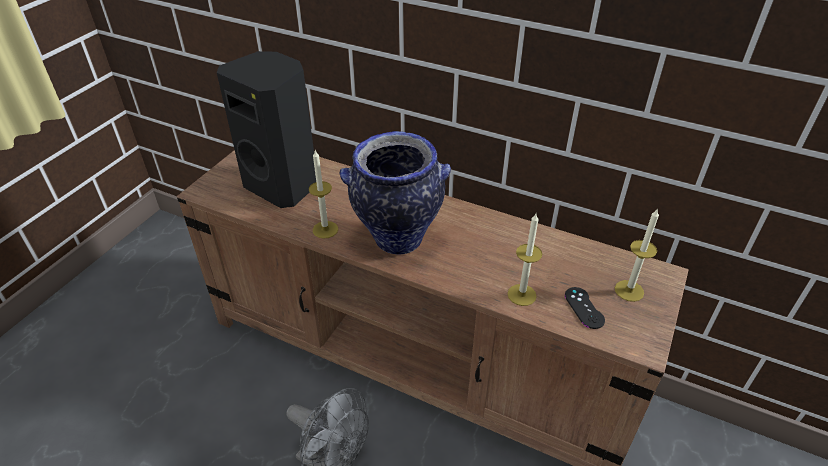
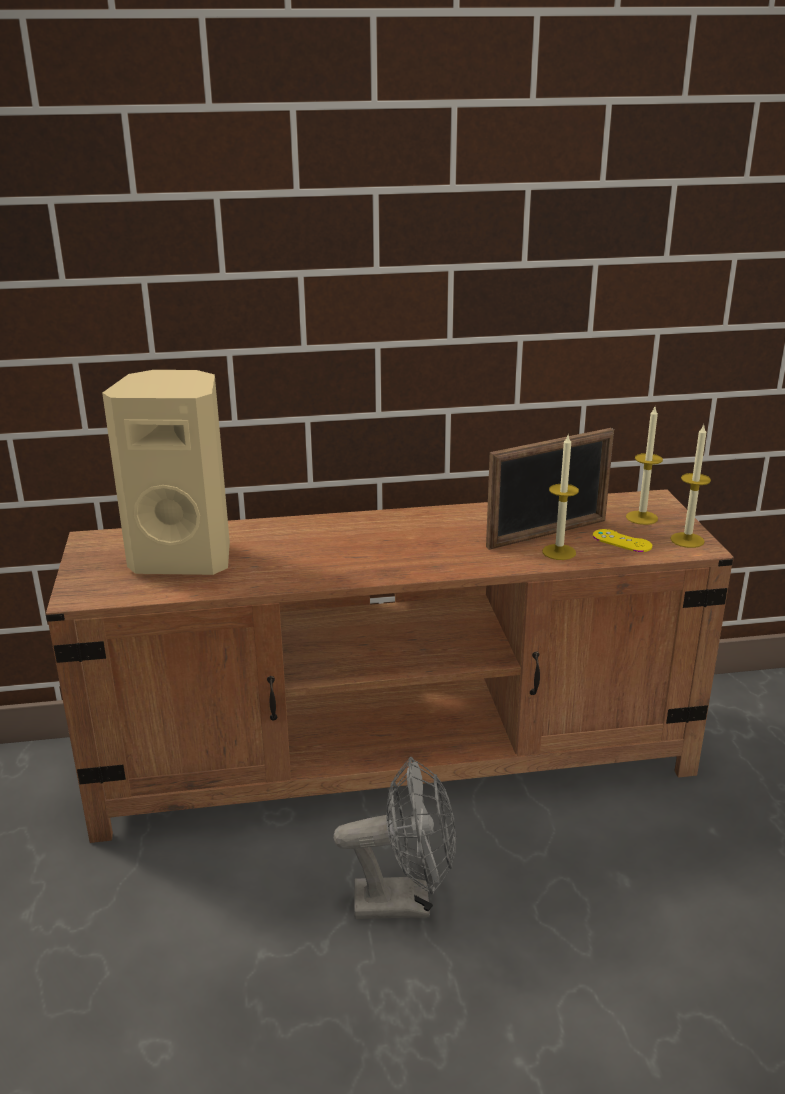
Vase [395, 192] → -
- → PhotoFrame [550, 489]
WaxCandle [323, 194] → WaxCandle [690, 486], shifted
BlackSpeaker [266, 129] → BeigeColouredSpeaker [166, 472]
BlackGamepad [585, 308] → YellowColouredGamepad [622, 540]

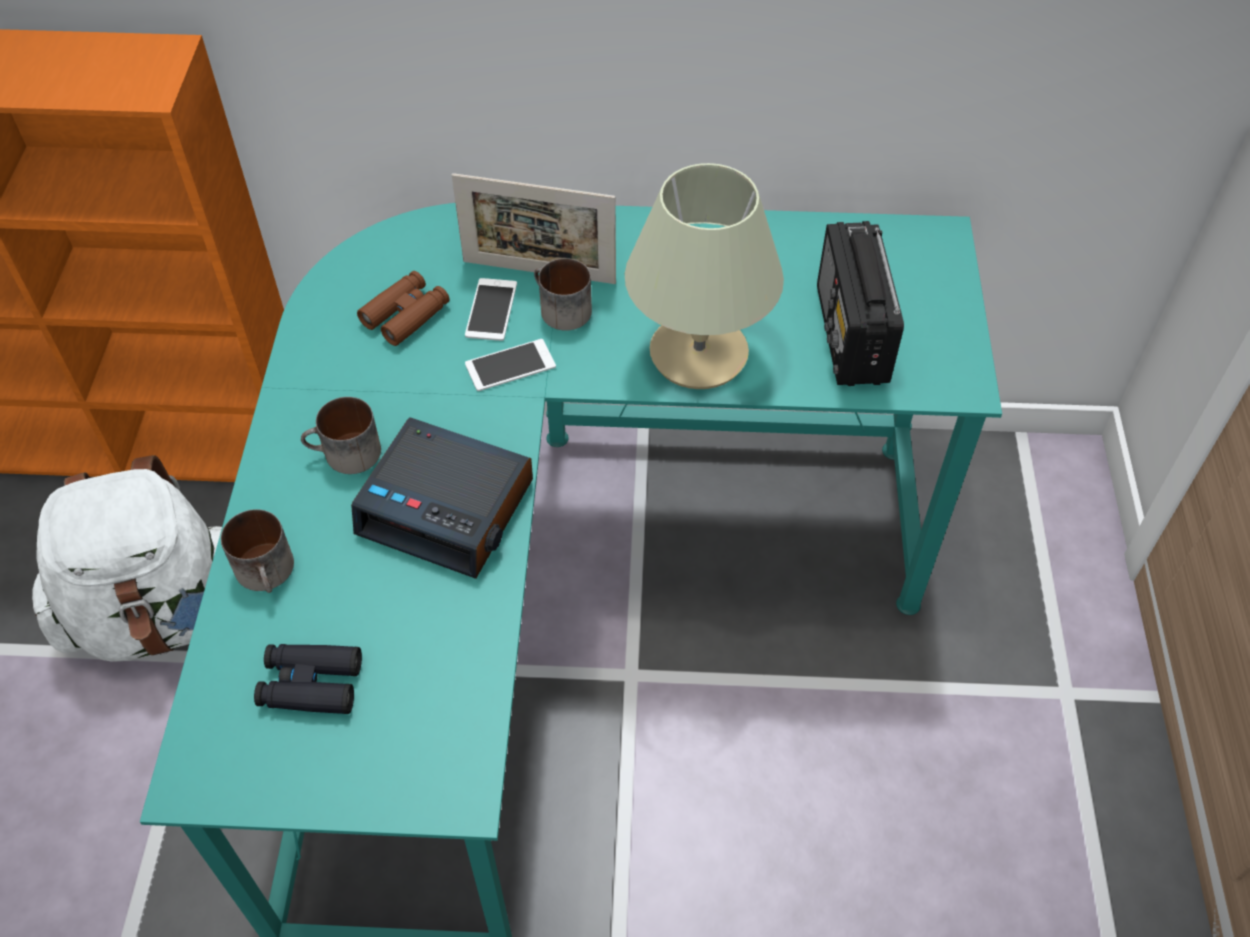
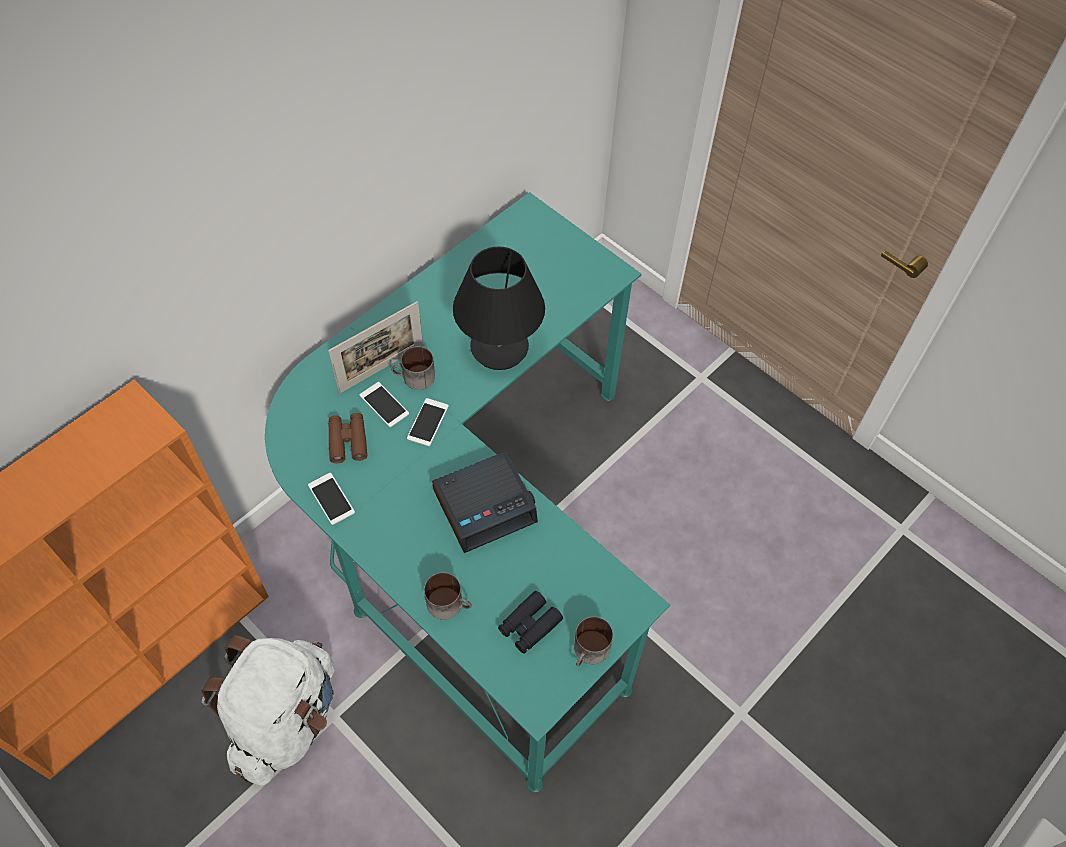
RadioSet [860, 303] → -
- → Telephone [331, 499]
Mug [341, 435] → Mug [593, 641], shifted
BeigeColouredTableLamp [704, 276] → BlackTableLamp [499, 308]

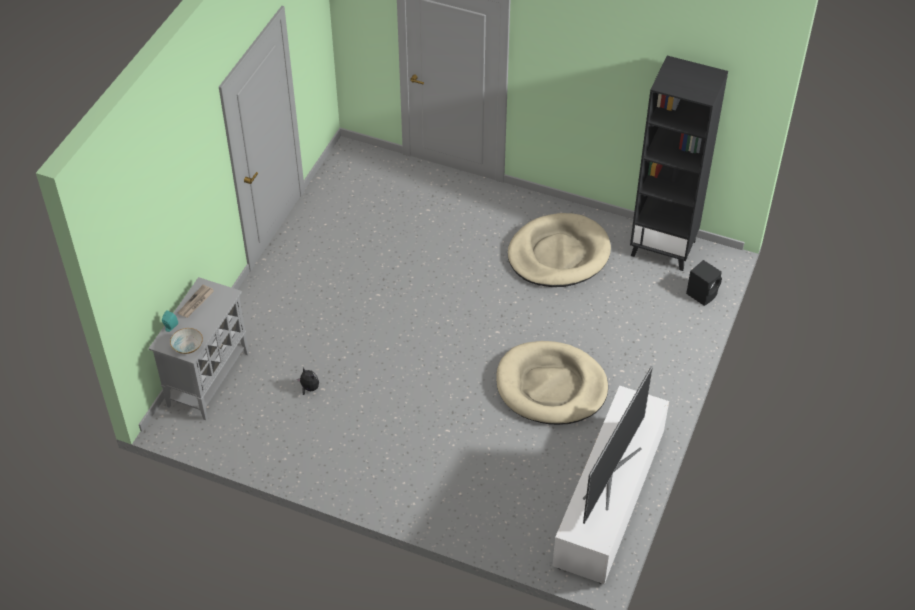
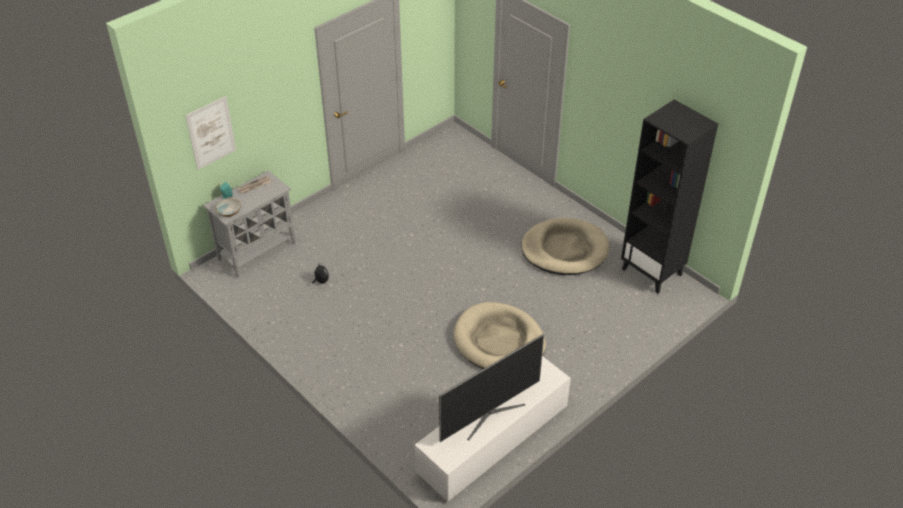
BlackSpeaker [704, 283] → -
- → WallArt [210, 133]

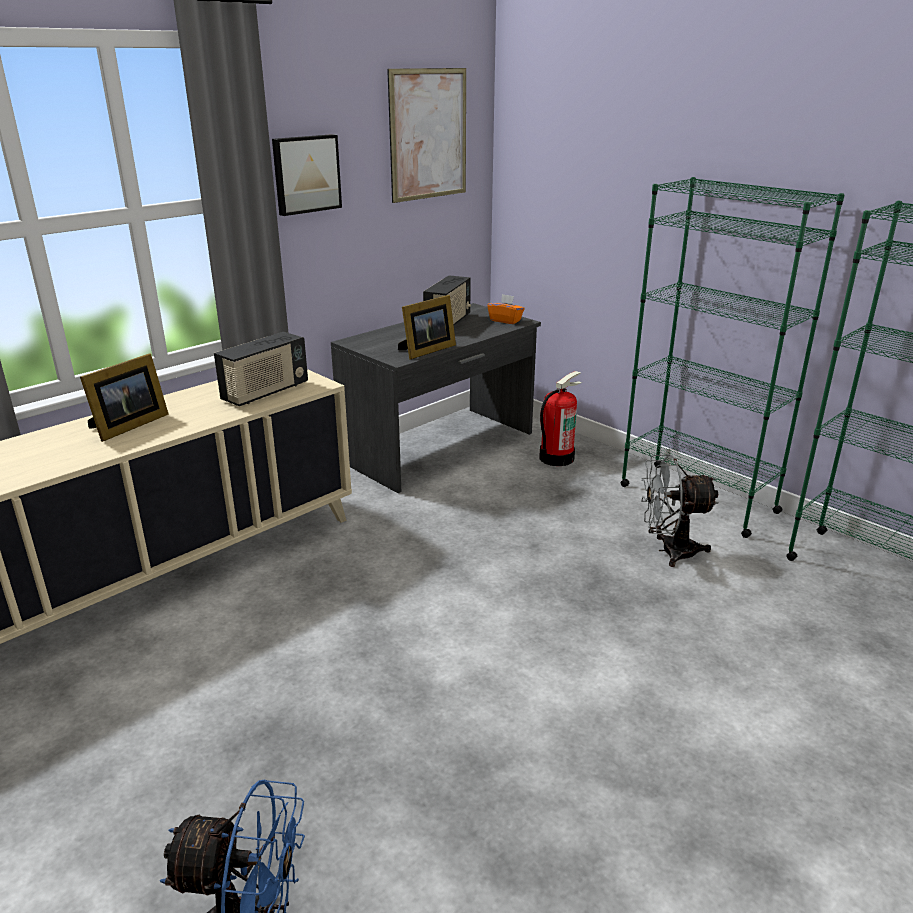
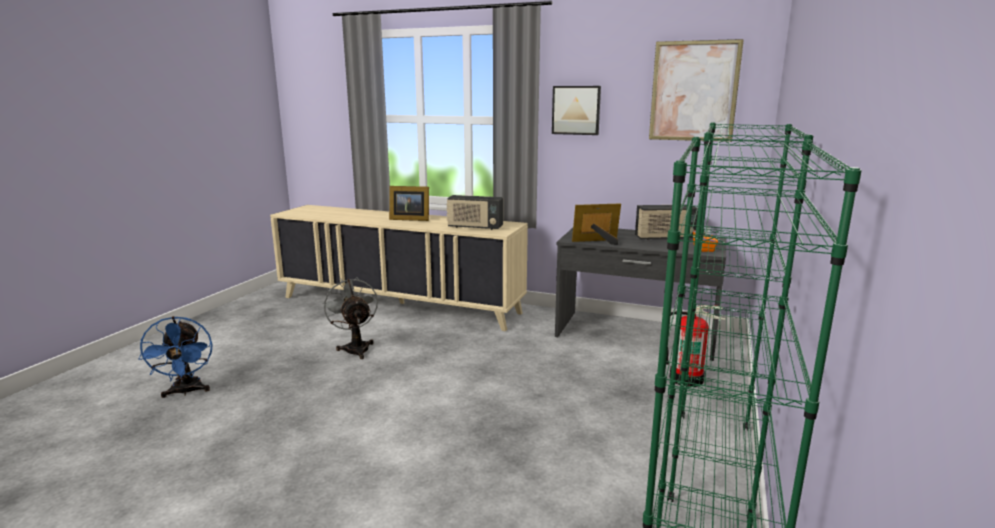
GrayFan [680, 511] → GrayFan [350, 318], shifted
PhotoFrame [427, 327] → PhotoFrame [596, 224], 150 degrees clockwise

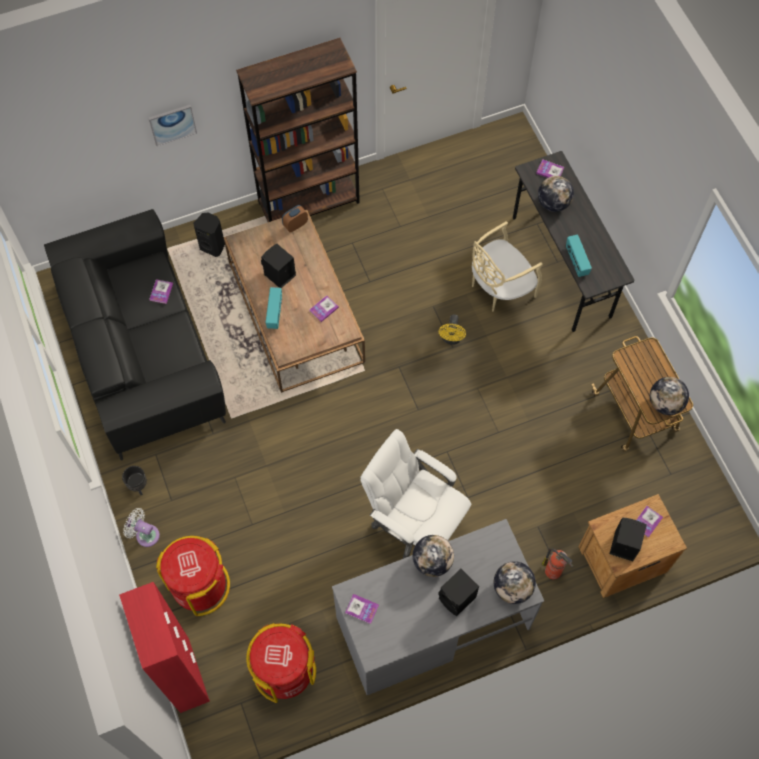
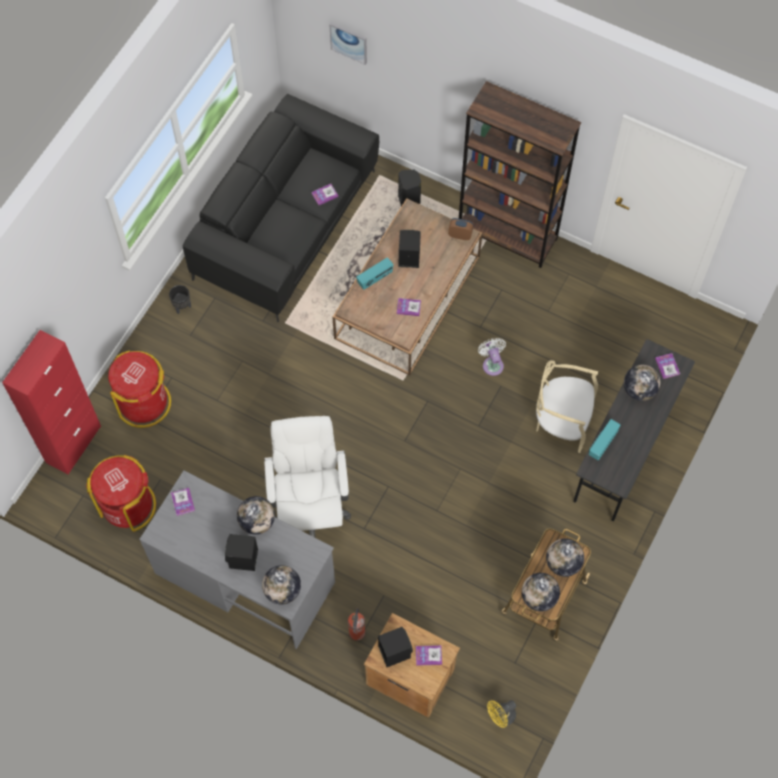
- → DeskGlobe [565, 557]
WhiteColouredFan [141, 527] → WhiteColouredFan [492, 357], shifted
WallArt [173, 125] → WallArt [348, 44], shifted
YellowColouredFan [452, 330] → YellowColouredFan [501, 714], shifted

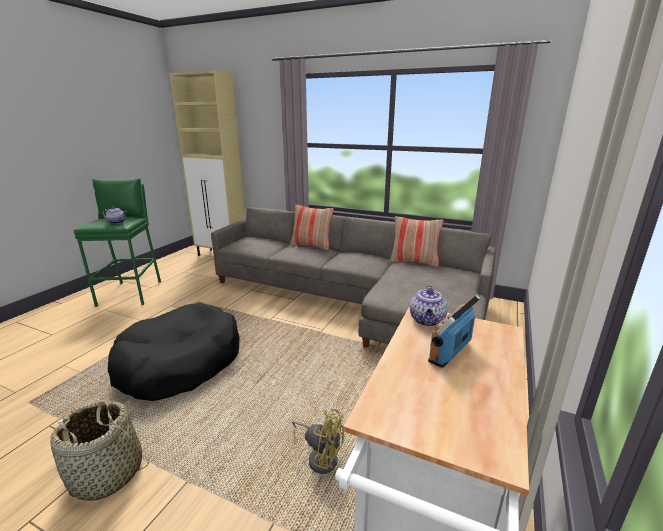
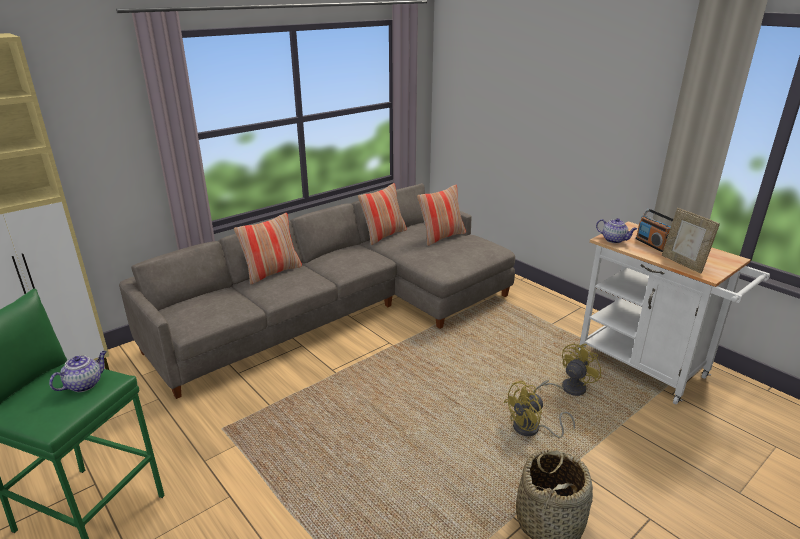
BlackPetBed [174, 352] → -
- → Cushion [441, 215]
- → YellowColouredFan [539, 409]
- → PhotoFrame [691, 240]

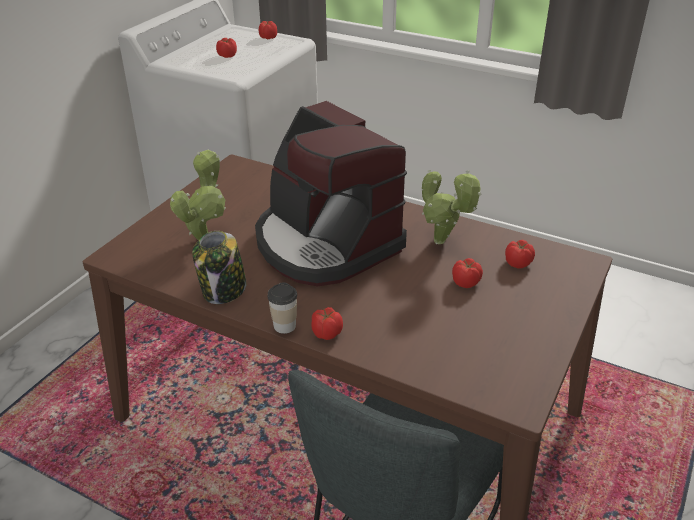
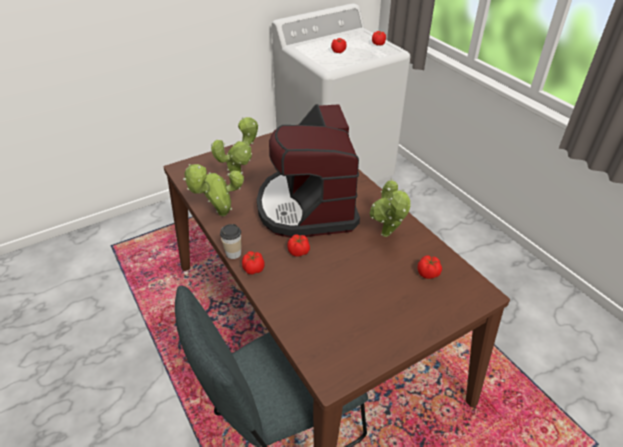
FreshTomato [467, 273] → FreshTomato [298, 245], shifted
Jar [219, 267] → PottedPlant [213, 190]

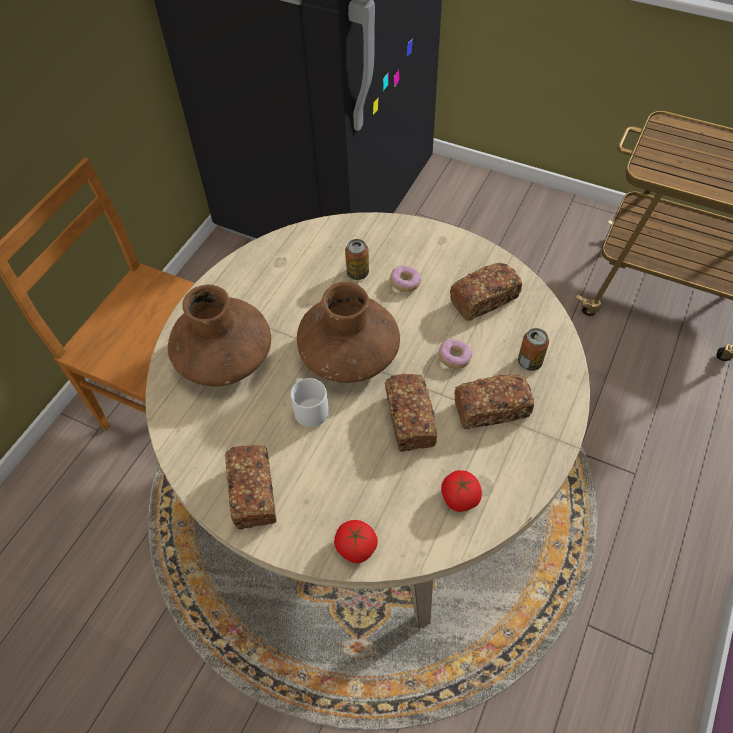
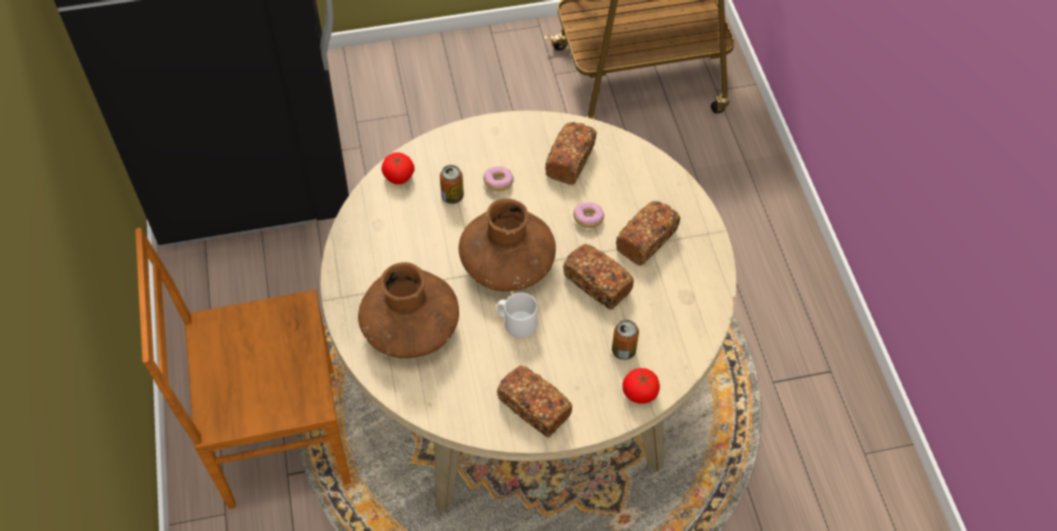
FreshTomato [461, 491] → FreshTomato [398, 168], shifted
SealedCan [533, 349] → SealedCan [625, 340], shifted

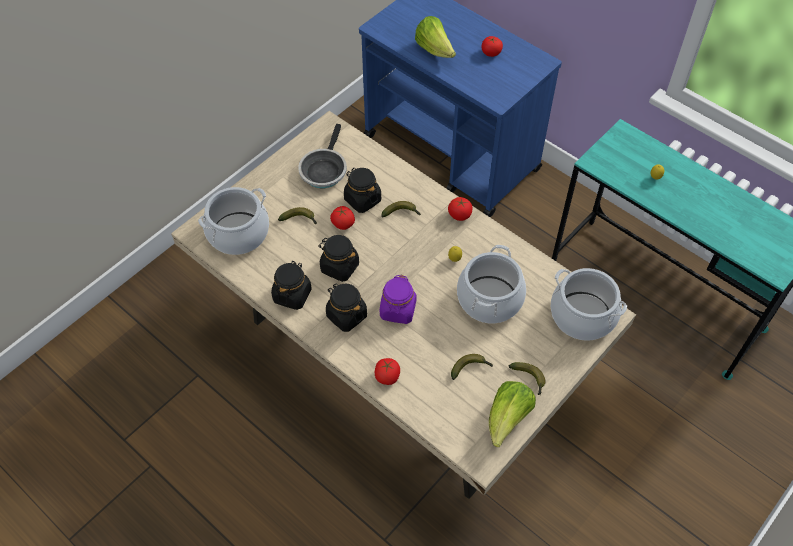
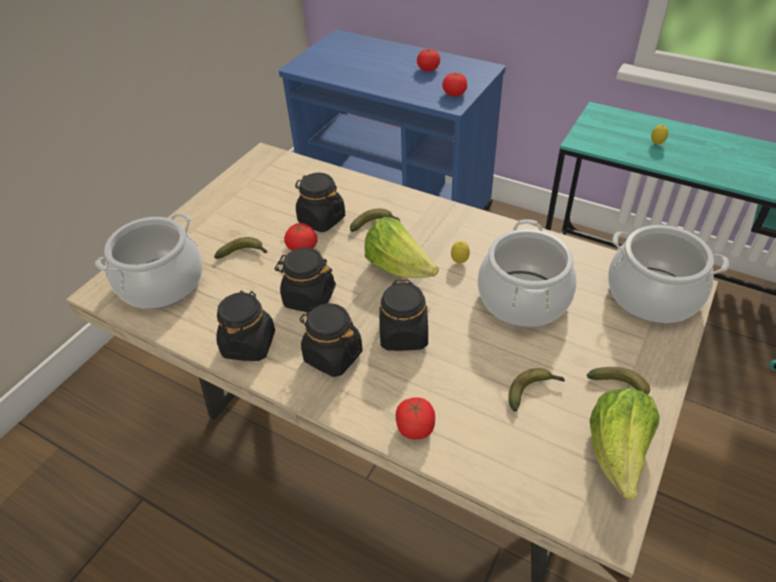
FryingPan [322, 156] → -
Lettuce [435, 37] → Lettuce [402, 247], shifted
FreshTomato [460, 209] → FreshTomato [454, 84], shifted
PurplishJar [398, 299] → BlackJar [403, 315]

